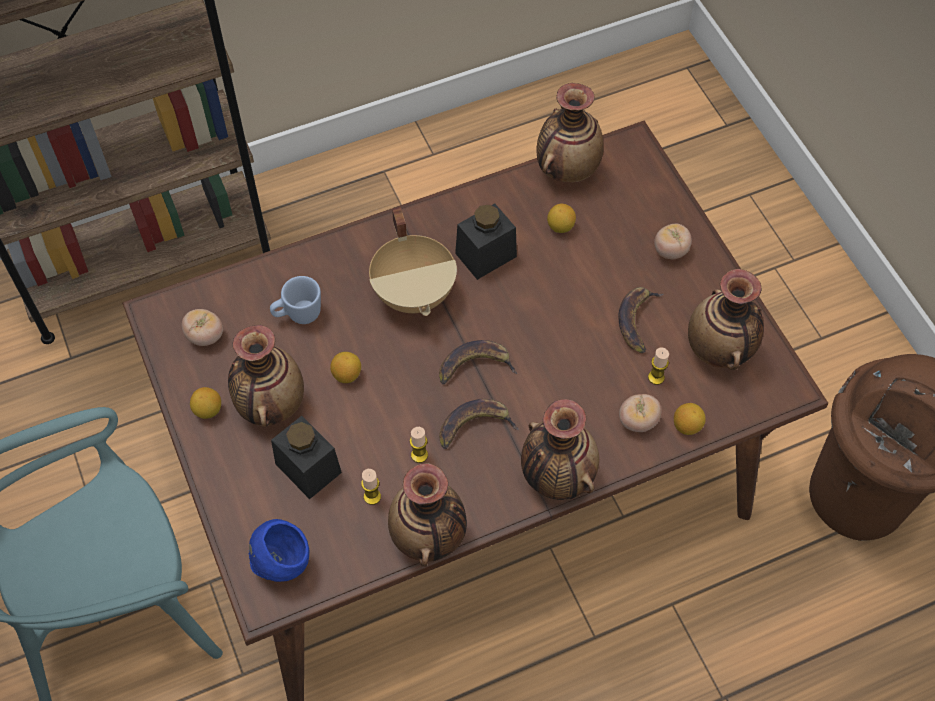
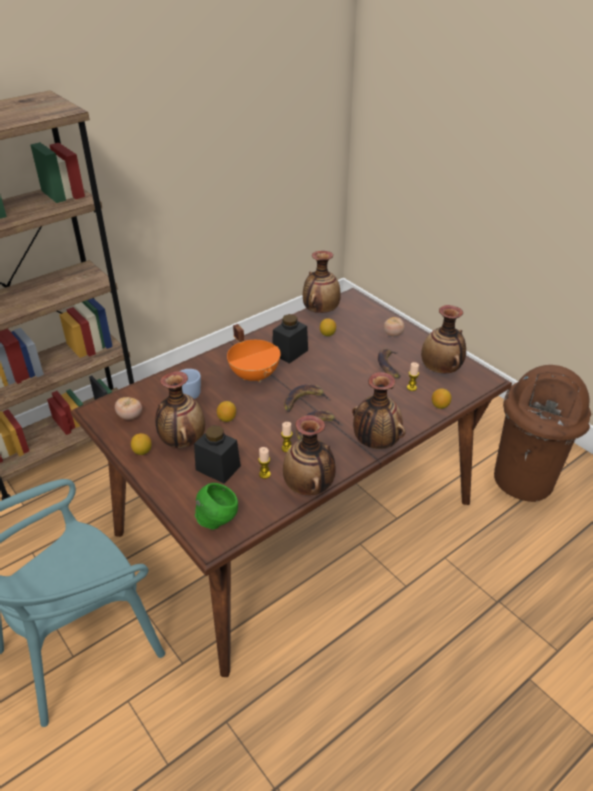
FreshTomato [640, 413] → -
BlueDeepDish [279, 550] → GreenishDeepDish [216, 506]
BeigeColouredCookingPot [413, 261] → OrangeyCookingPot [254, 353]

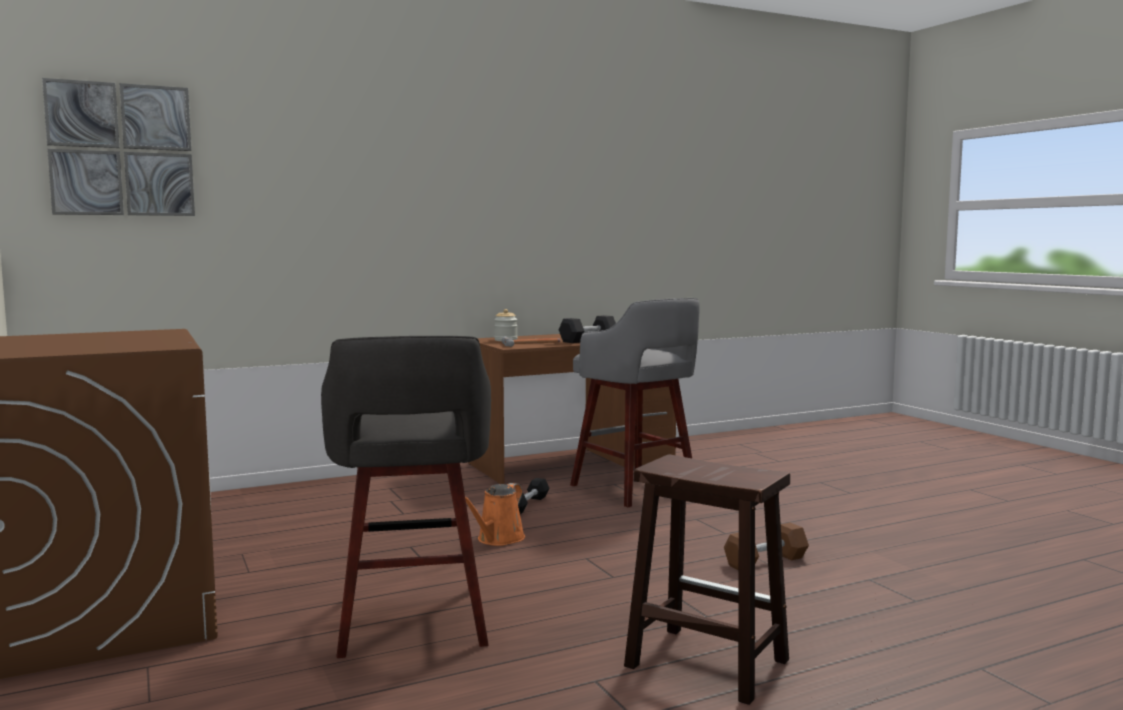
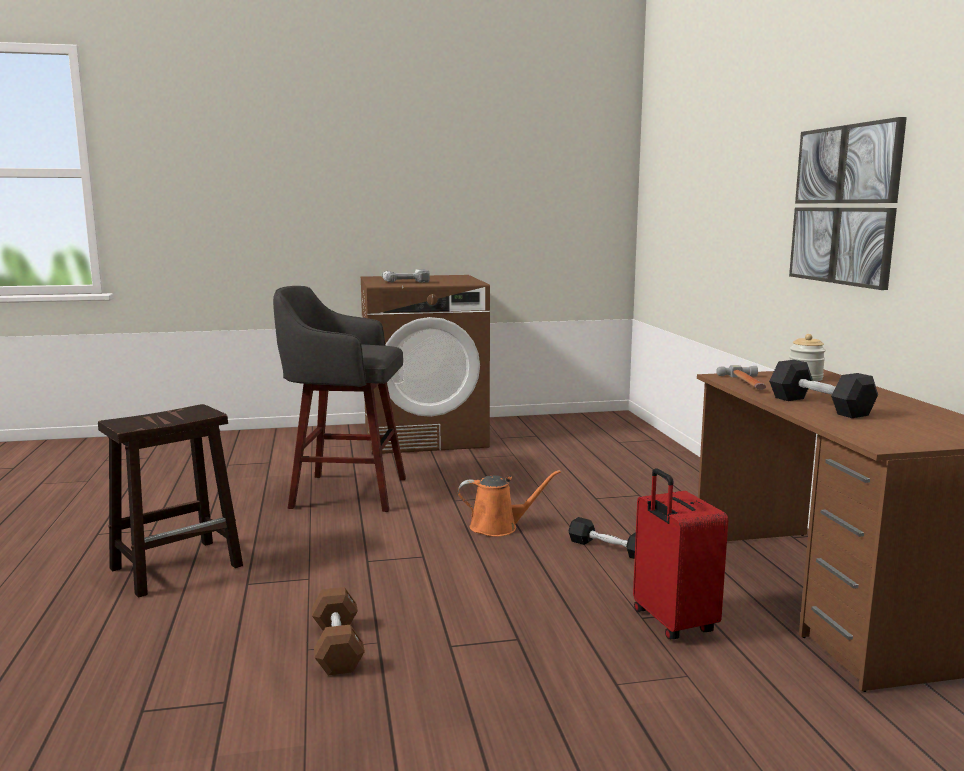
- → PowerDrill [405, 276]
WallArt [118, 147] → WallArt [848, 203], shifted
GraySittingStool [635, 402] → RedTravelCase [680, 553]
OrangeySprinklingCan [495, 514] → OrangeySprinklingCan [509, 503], 135 degrees clockwise

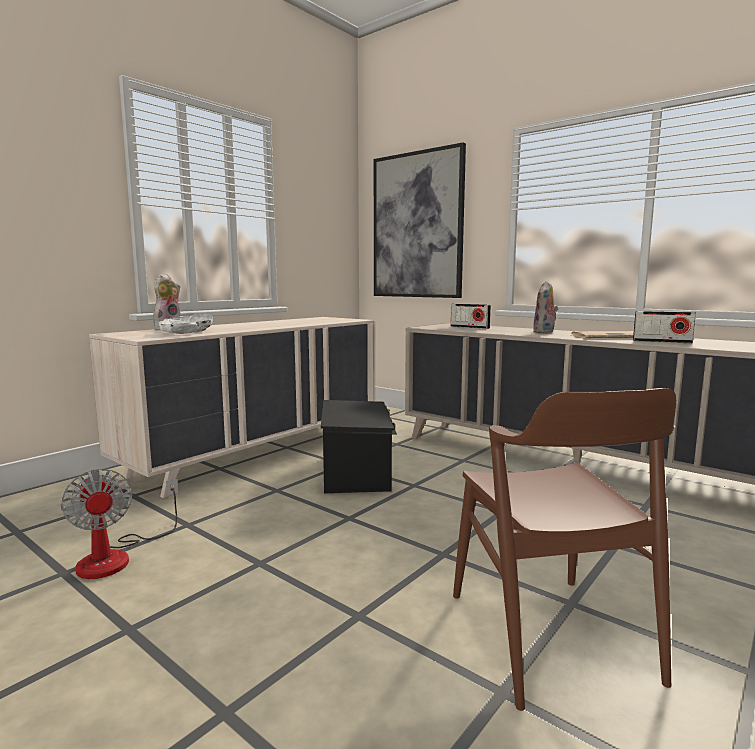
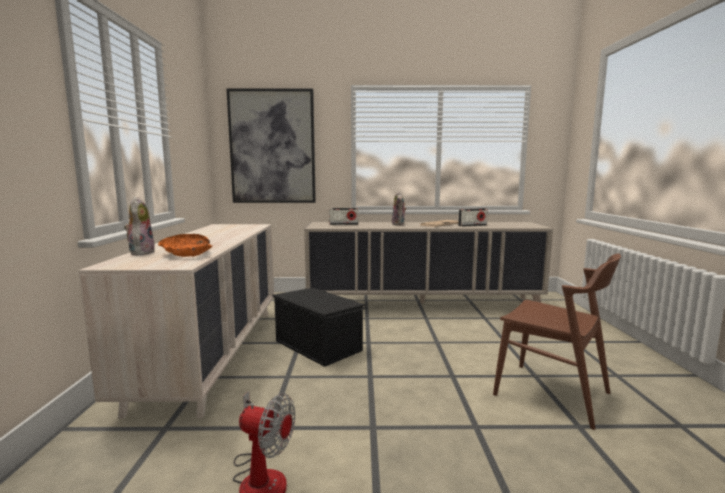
WhiteColouredDeepDish [186, 324] → OrangeyDeepDish [185, 245]

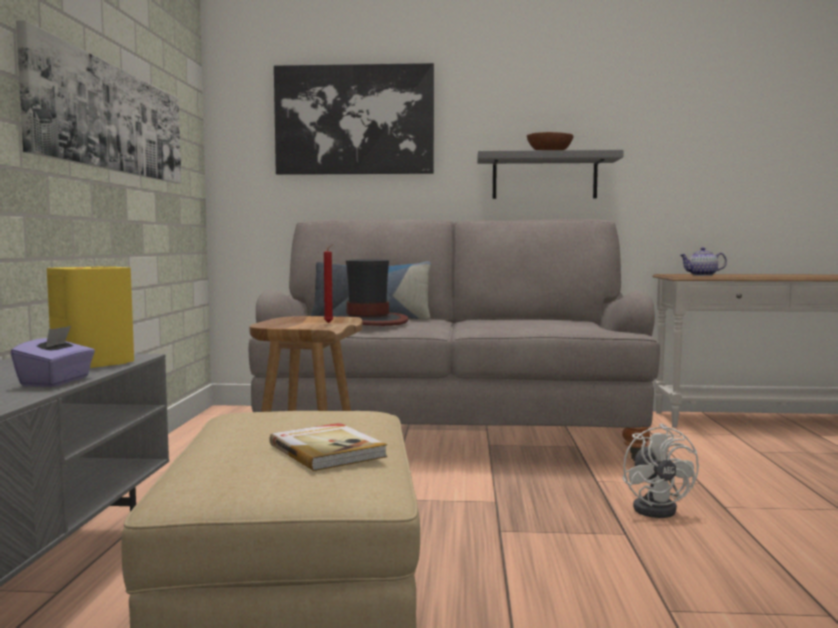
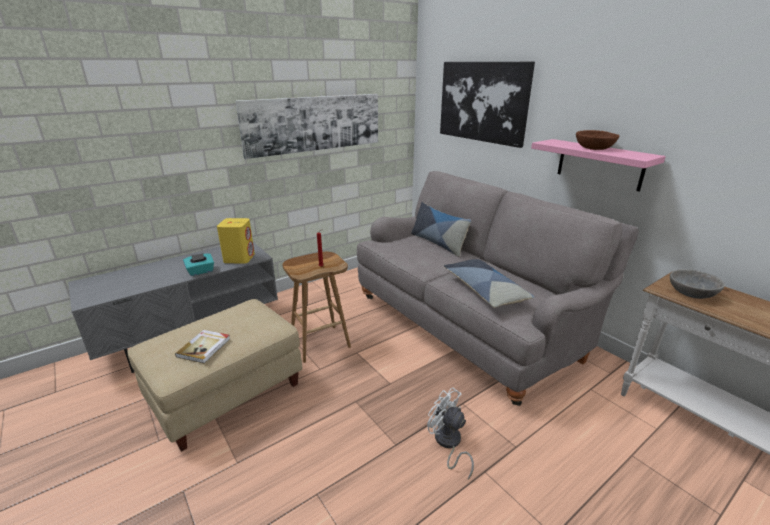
WearableHat [373, 292] → -
- → Cushion [489, 283]
Teapot [703, 261] → GrayDeepDish [697, 284]
PurplishBoxOfTissues [52, 356] → TurquoiseColouredBoxOfTissues [198, 264]
GrayBracketShelf [550, 174] → PinkBracketShelf [598, 165]
WhiteColouredFan [661, 471] → WhiteColouredFan [450, 433], 90 degrees clockwise

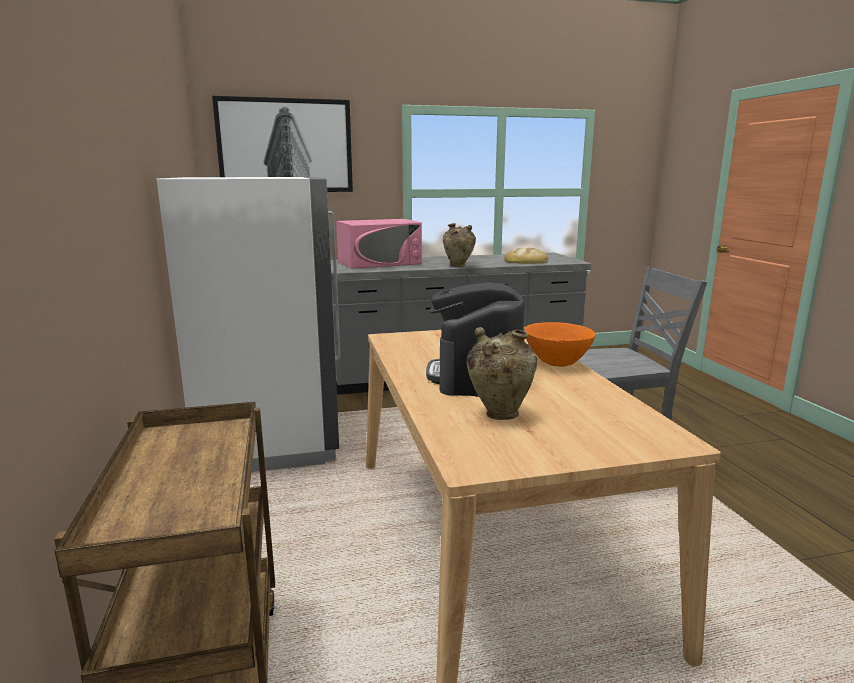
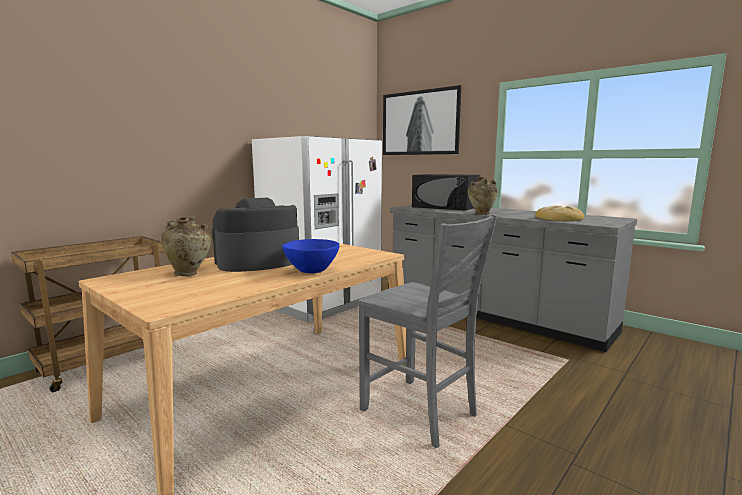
PinkMicrowave [379, 244] → BlackMicrowave [446, 192]
OrangeyDeepDish [560, 344] → BlueDeepDish [310, 256]

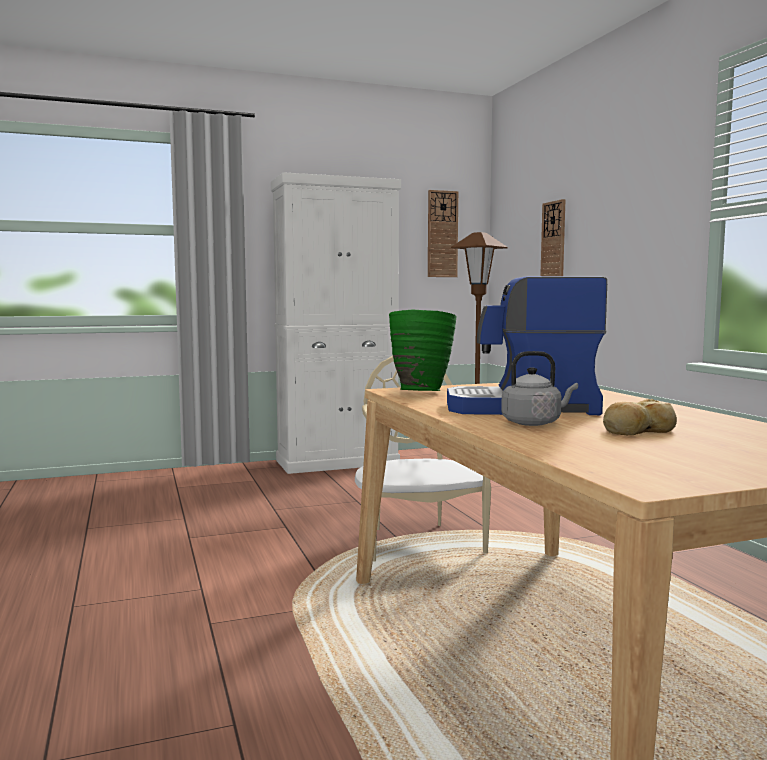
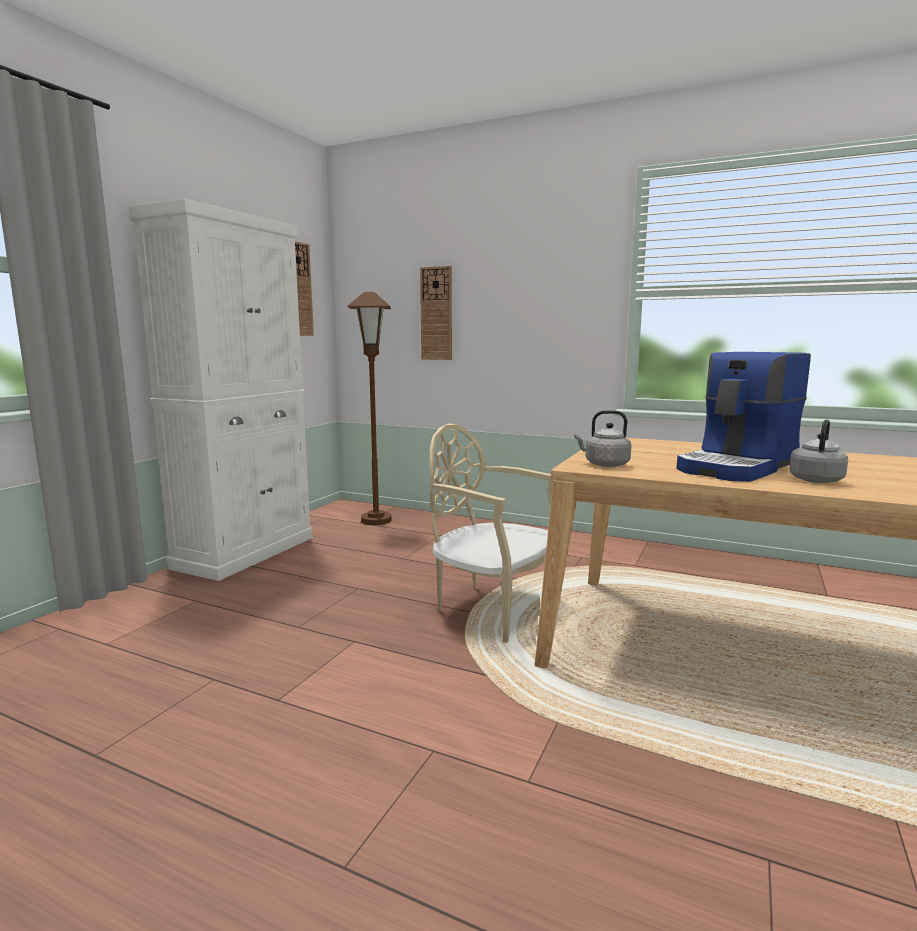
BakeryBread [640, 417] → -
GreenishVase [422, 350] → GrayTeaKettle [603, 438]

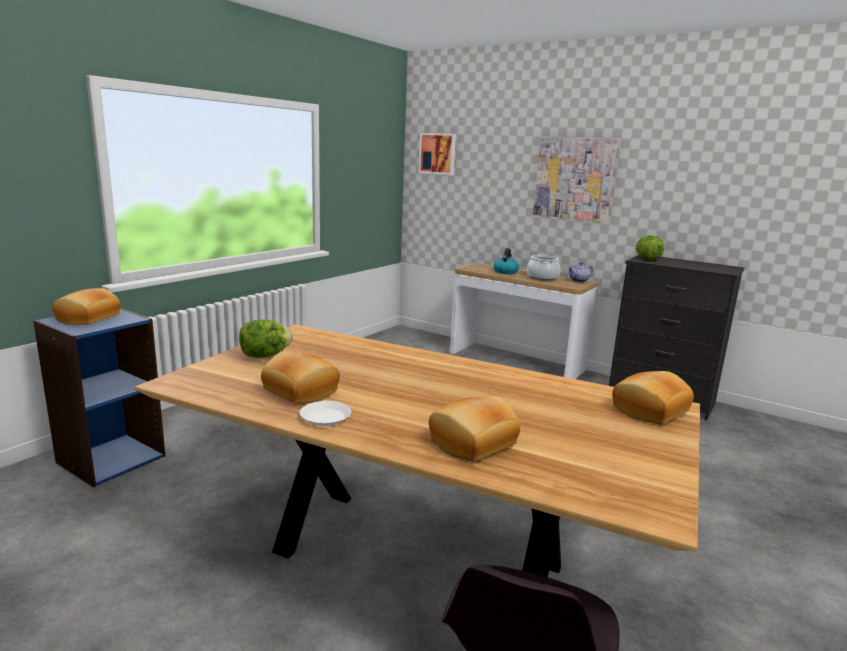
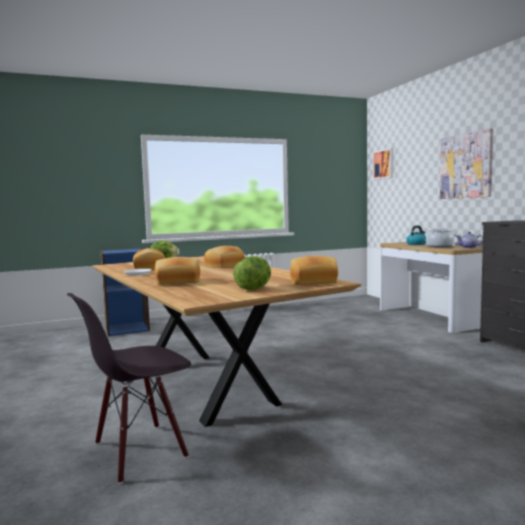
BakeryBread [86, 306] → BakeryBread [224, 257], shifted
Lettuce [650, 247] → Lettuce [252, 273], shifted

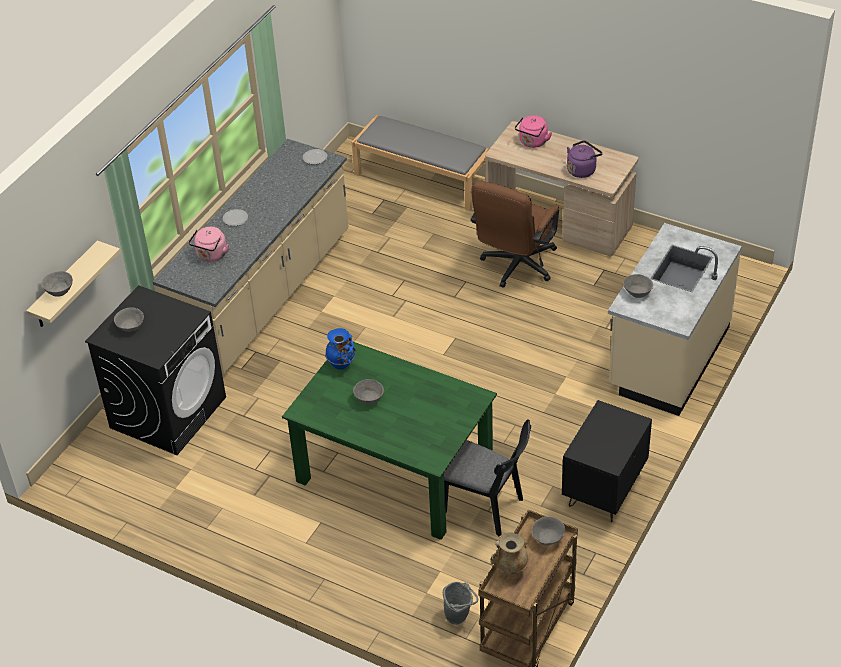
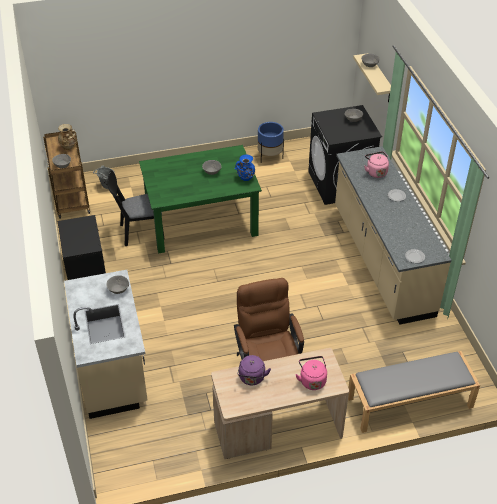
- → BluePlantPot [271, 142]

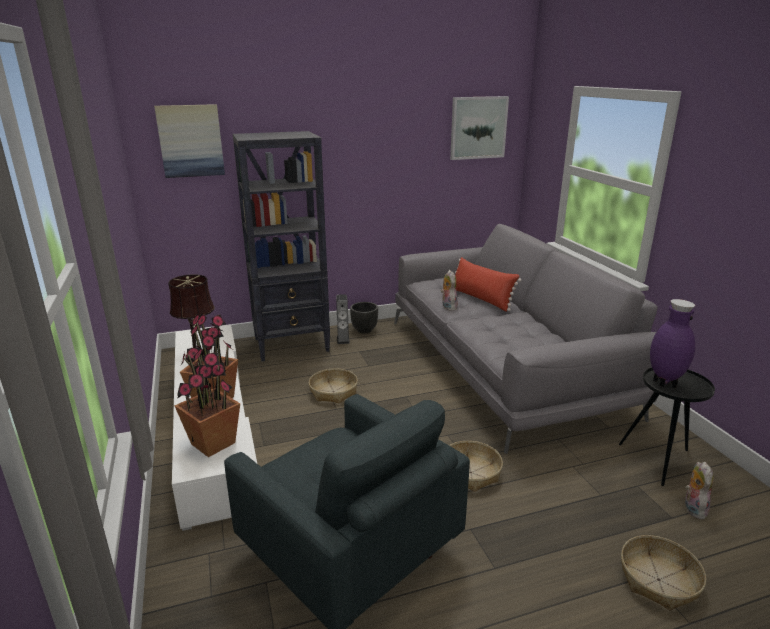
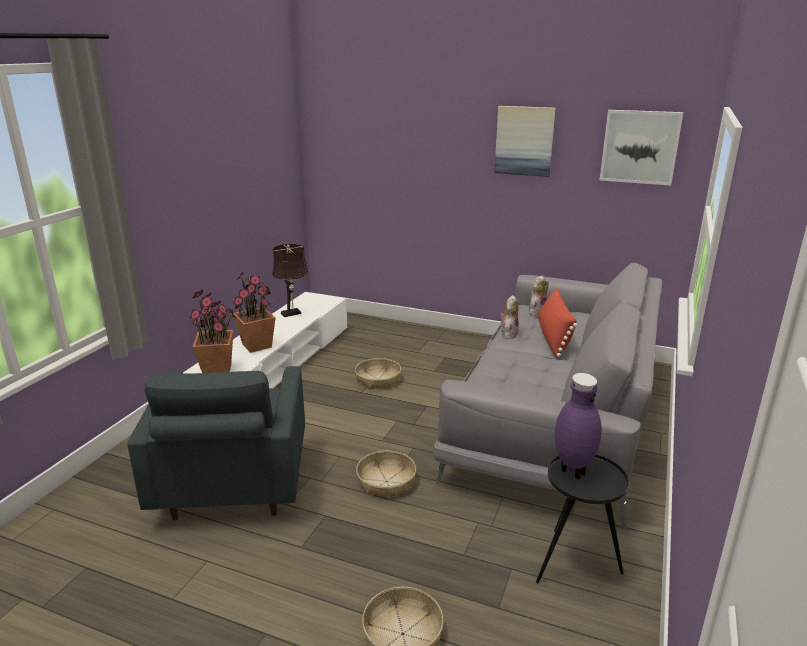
BlackBookshelf [281, 246] → -
Speaker [343, 319] → -
BlackPlantPot [364, 317] → -
WallArt [189, 141] → WallArt [525, 141], shifted
SoftToy [699, 490] → SoftToy [539, 296], shifted

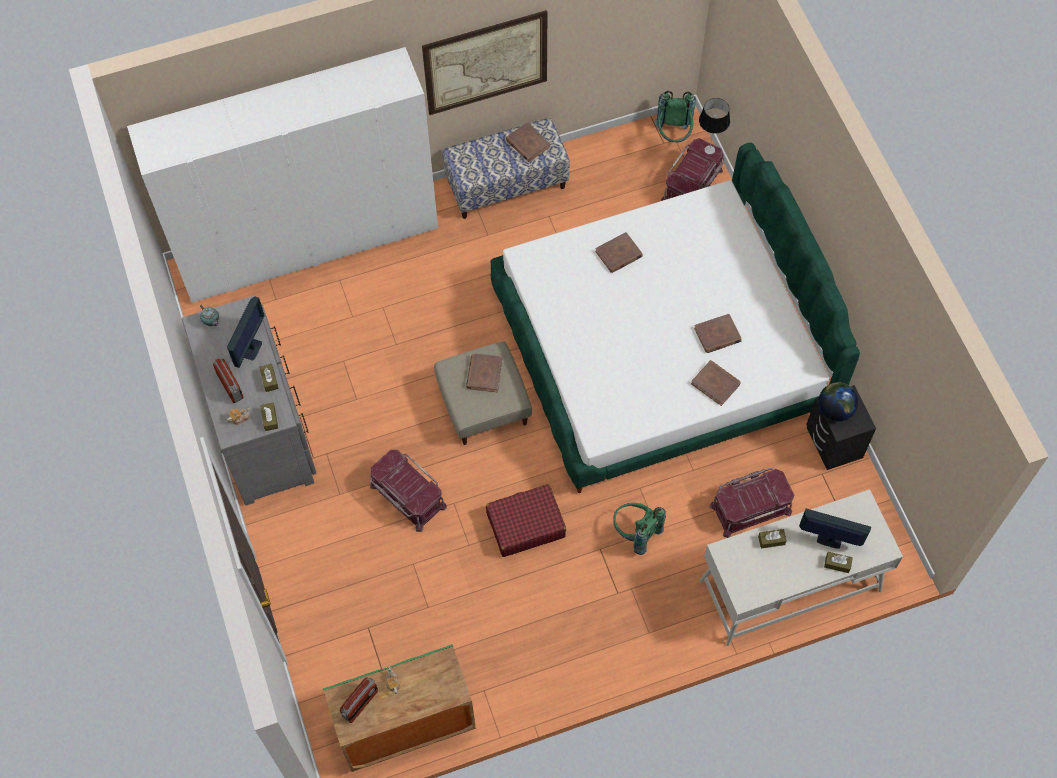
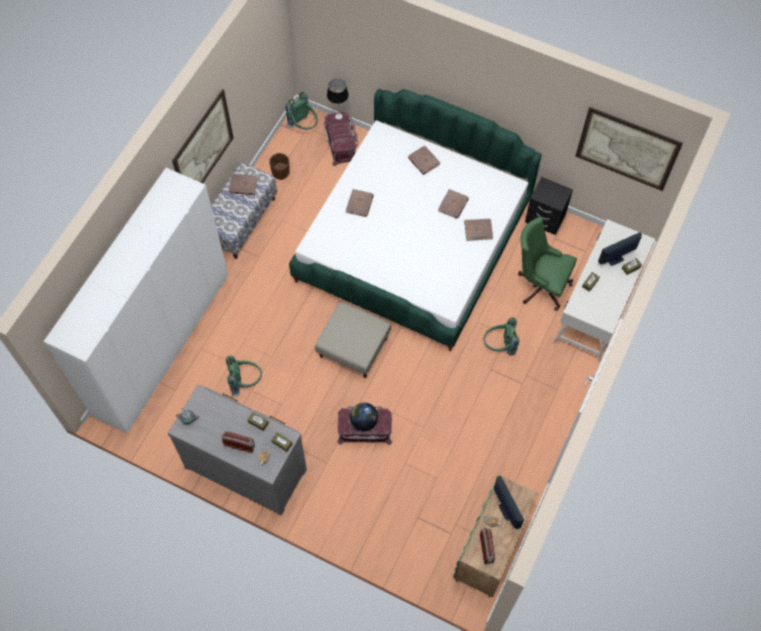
RedTravelCase [526, 520] → -
- → GreenishRucksack [244, 376]
- → BrownPlantPot [279, 166]
- → WallArt [629, 149]
ComputerScreen [246, 332] → ComputerScreen [509, 502], shifted
BrownVolume [484, 372] → BrownVolume [424, 160], shifted
DeskGlobe [838, 401] → DeskGlobe [364, 416], shifted
RedStorageBox [752, 503] → GreenishOfficeChair [547, 263]

